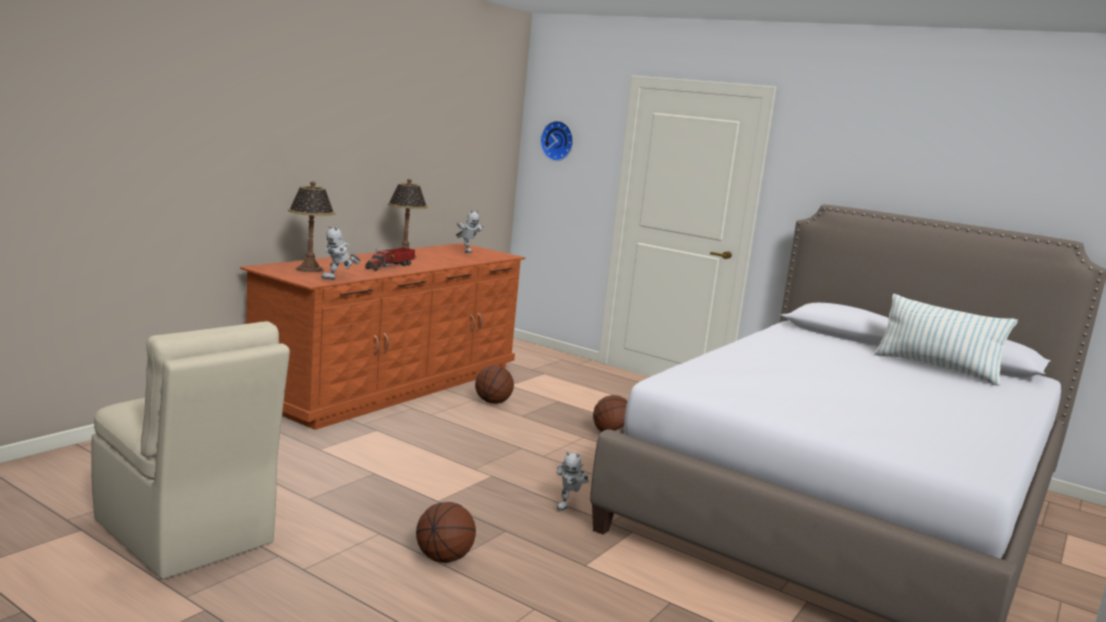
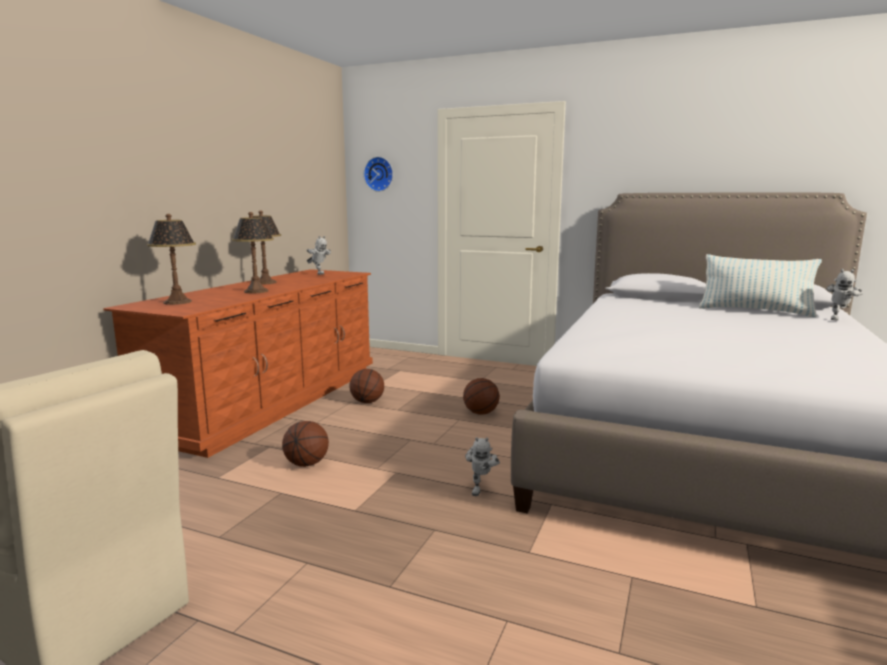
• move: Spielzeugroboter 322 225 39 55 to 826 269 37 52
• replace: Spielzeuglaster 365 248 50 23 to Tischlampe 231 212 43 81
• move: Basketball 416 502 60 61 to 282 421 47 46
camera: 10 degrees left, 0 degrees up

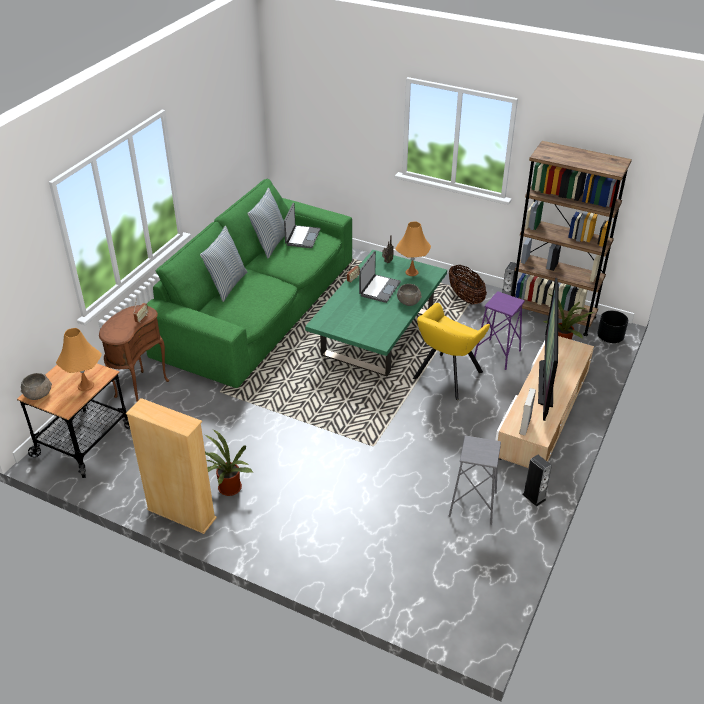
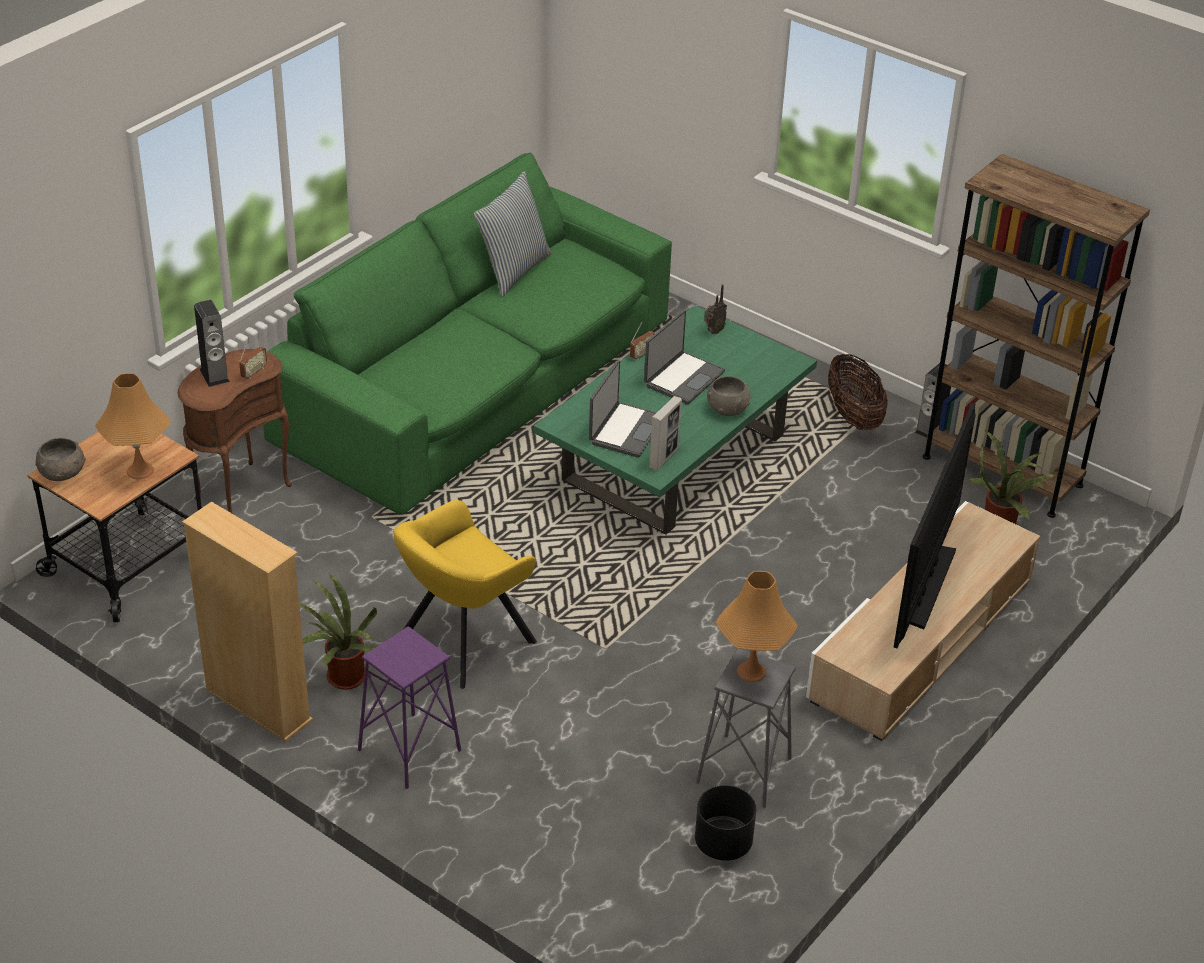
• delete: Kissen 200 226 47 76
• move: Laptop 284 203 37 45 to 589 360 68 98
• move: Tischlampe/orange 395 222 36 54 to 716 571 82 111
• move: Sessel/gelb 413 303 77 97 to 394 500 143 189
• move: Hocker/lila 474 291 51 79 to 358 626 103 163
• move: Bilderrahmen 519 388 17 48 to 649 396 33 75
• move: Lautsprecher 522 455 30 52 to 194 300 36 87
• move: Pflanzkübel/schwarz 597 311 31 32 to 695 785 61 76
camera: 10 degrees right, 0 degrees up

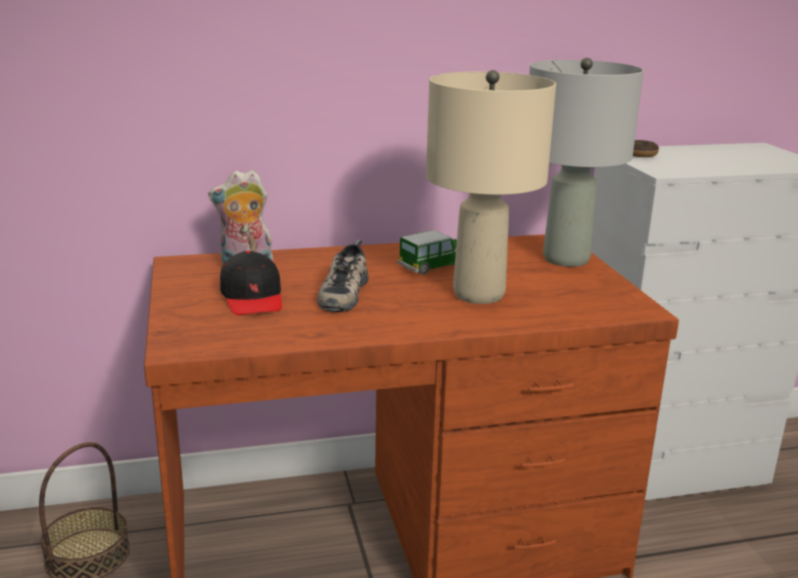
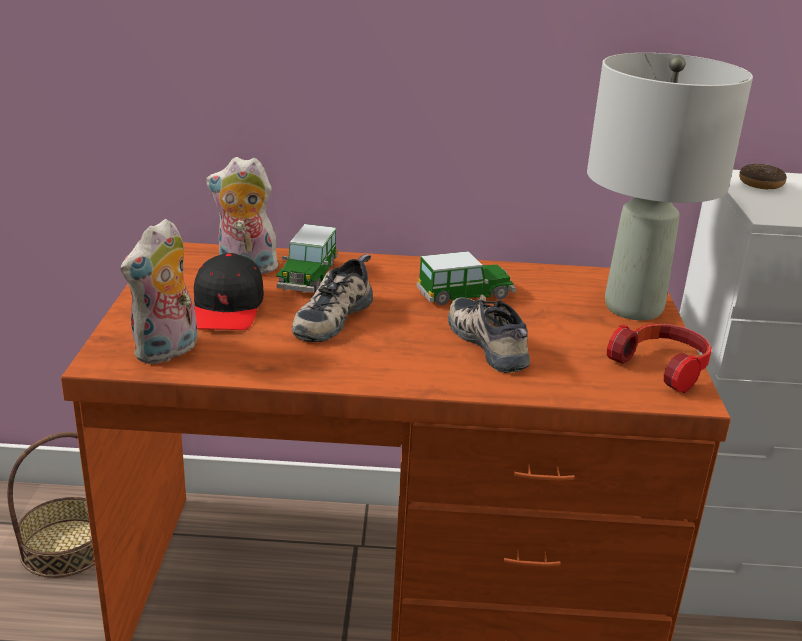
• replace: Tischlampe/beige 426 70 130 234 to Schuh 448 294 82 79
• insert: Plüschtier 121 219 77 145
• insert: Spielzeugauto 276 224 62 69
• insert: Kopfhörer 607 324 105 69
camera: 15 degrees right, 5 degrees up

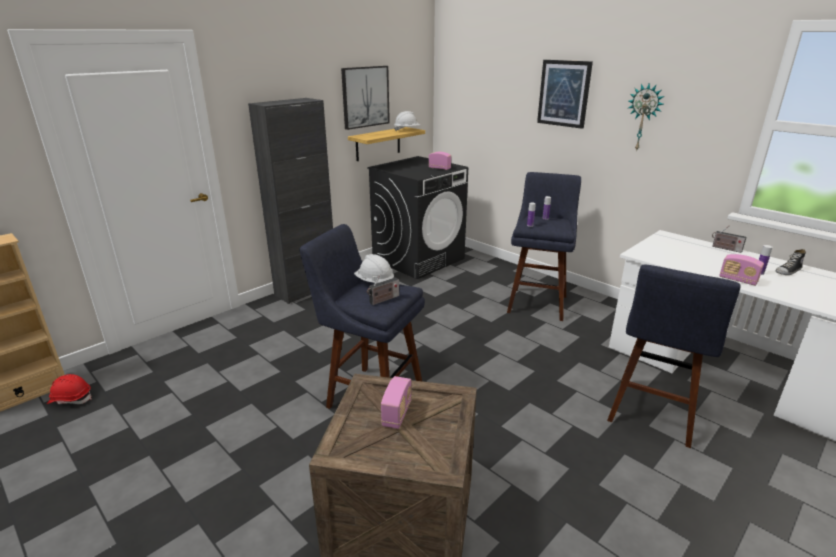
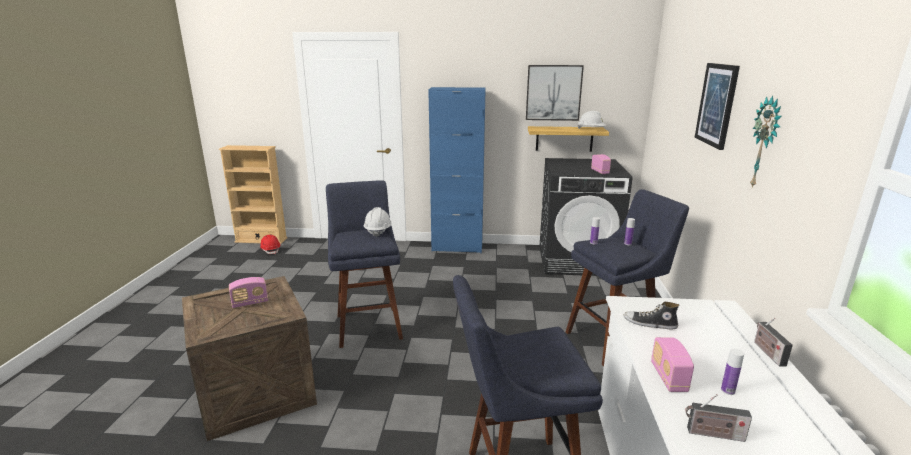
• recolor: Schrank/schwarz 248 98 85 206 to Schrank/blau 428 87 58 166
• move: Radio 367 274 32 31 to 685 394 67 48
• move: Schuh 776 249 30 26 to 623 302 56 27
camera: 50 degrees right, 5 degrees down

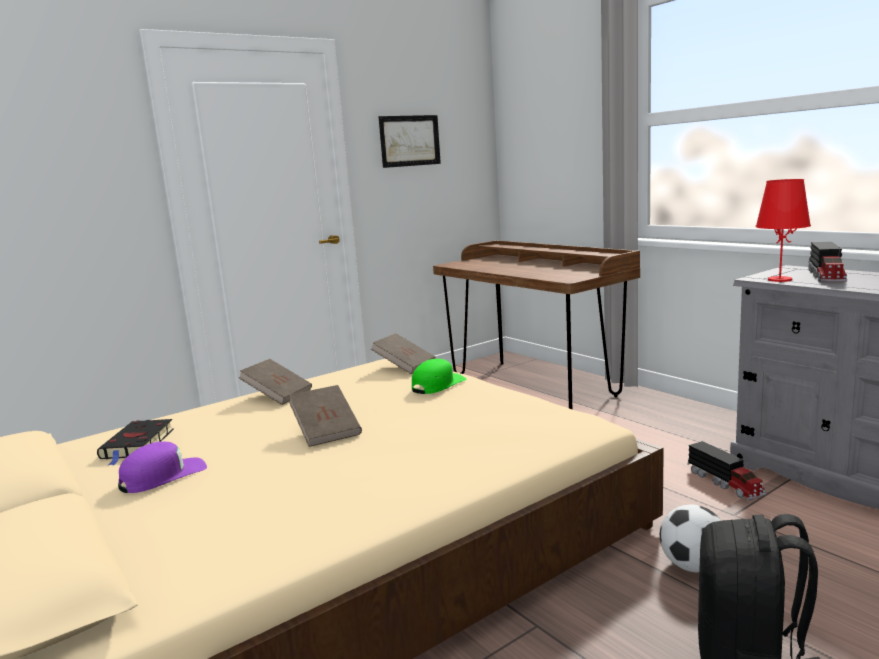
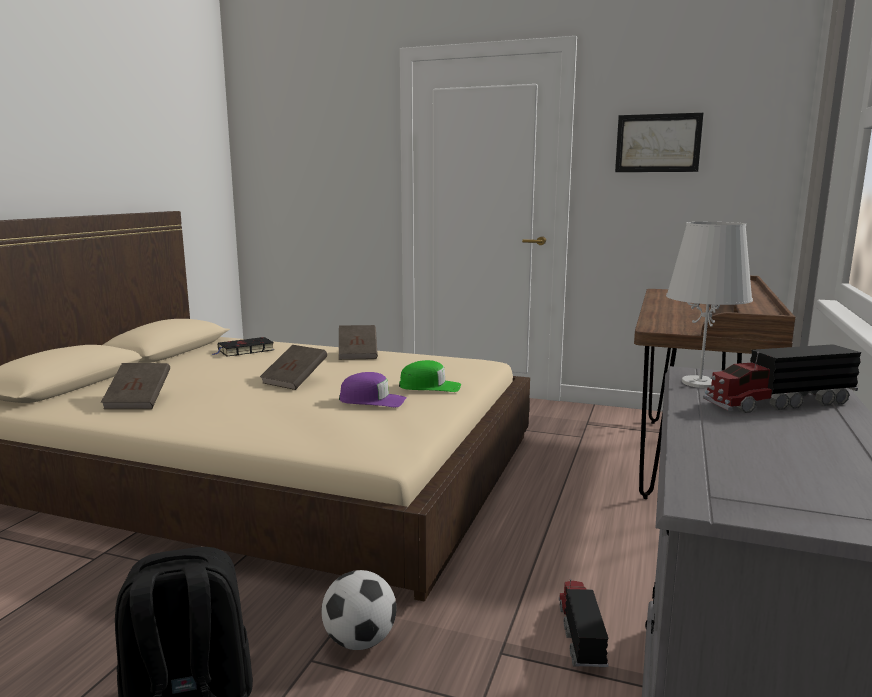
• move: Kappe/lila 118 441 89 52 to 339 372 68 35
• move: Buch/braun 371 333 64 41 to 101 363 69 46
• rotate: Spielzeuglaster 687 441 79 60 = 559 579 50 88 150 degrees clockwise
• recolor: Tischlampe/rot 755 179 56 103 to Tischlampe/weiß 666 222 87 166
camera: 55 degrees right, 0 degrees up

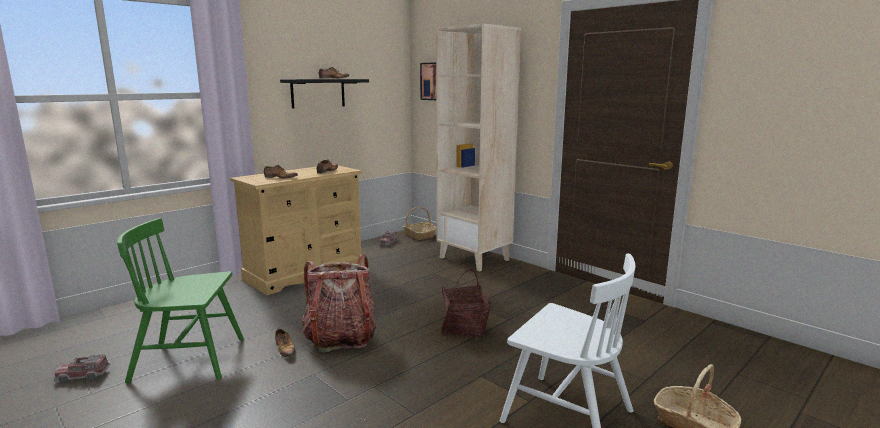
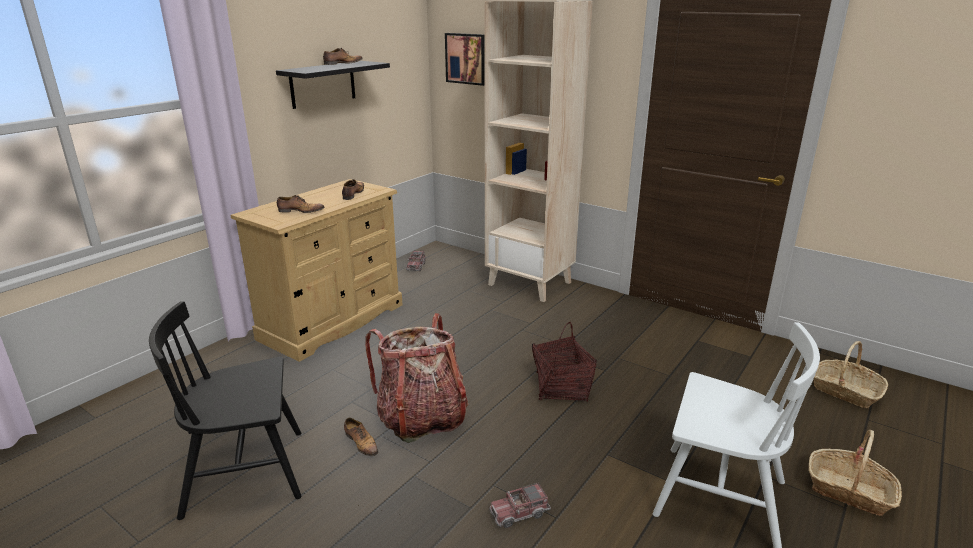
• move: Spielzeuglaster 54 354 57 29 to 489 483 62 45
• recolor: Stuhl/grün 117 218 127 165 to Stuhl/schwarz 149 301 153 219
• move: Korb 403 207 33 33 to 813 341 75 67
camera: 10 degrees left, 10 degrees up

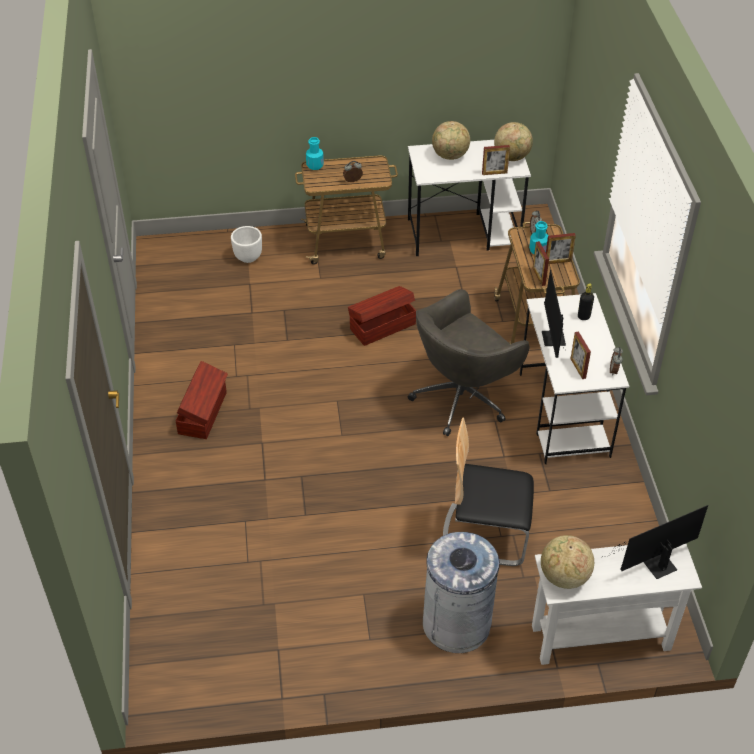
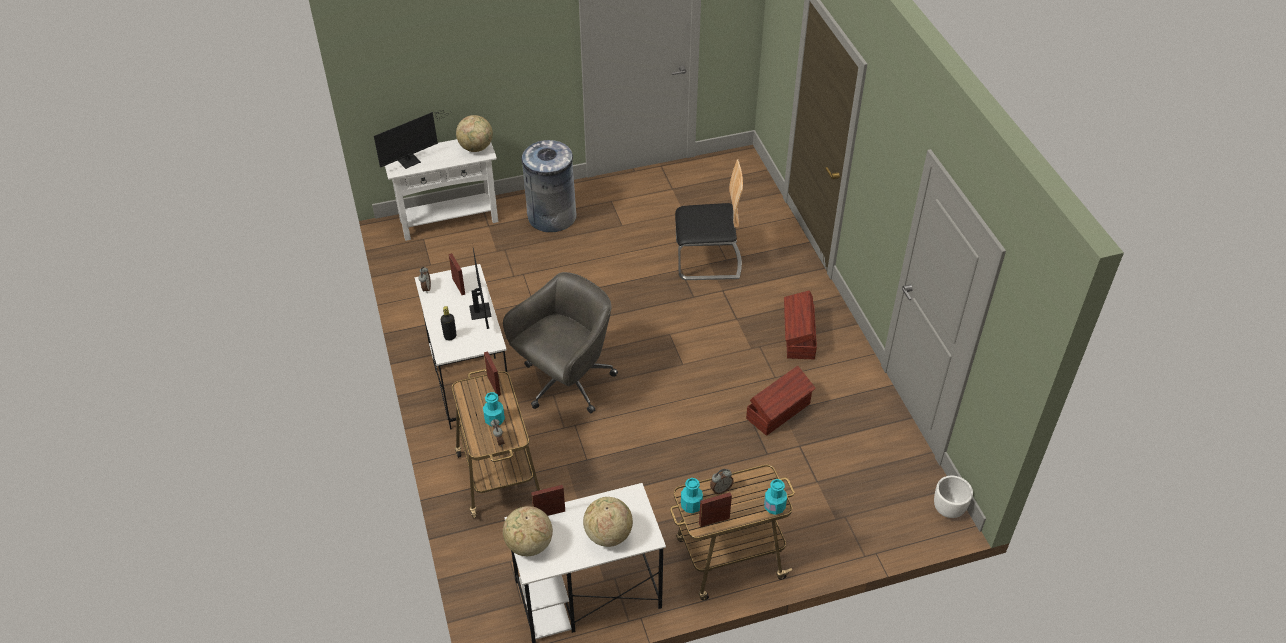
• move: Pflanzkübel/weiß 231 226 31 37 to 934 476 39 42
• move: Aufbewahrungsbox/braun 348 286 68 60 to 746 366 70 70
• move: Stuhl 443 417 91 149 to 675 159 68 121
• move: Bilderrahmen 546 233 30 31 to 699 492 33 35
• insert: Flasche/türkis 681 478 22 35
camera: 170 degrees right, 0 degrees up

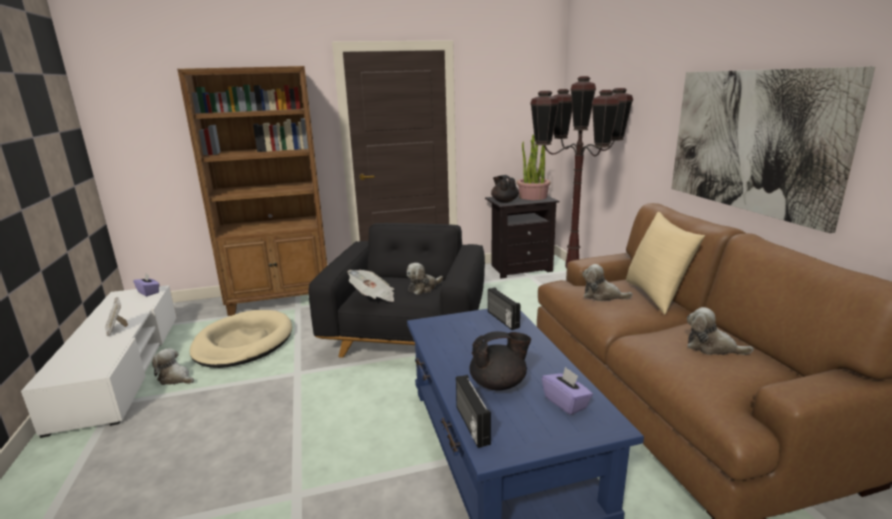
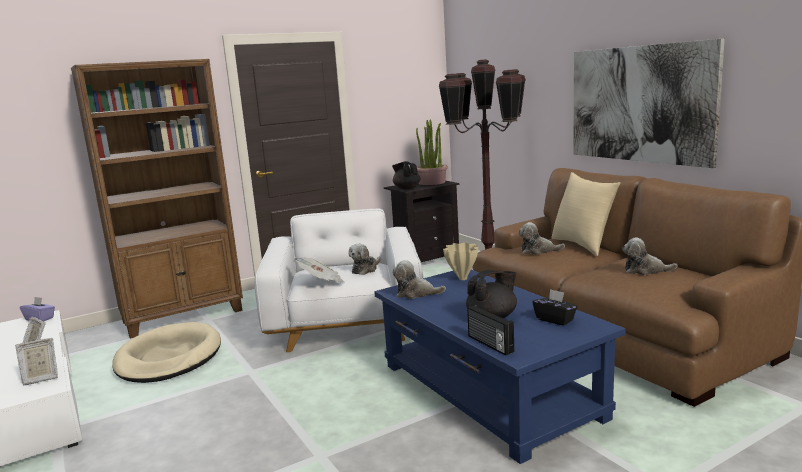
• move: Plüschtier 152 348 42 37 to 393 260 53 39
• recolor: Sessel/schwarz 308 223 177 134 to Sessel/weiß 254 209 169 143
• replace: Radio 488 287 32 43 to Vase/beige 443 243 35 37
• recolor: Taschentuchbox/lila 542 367 51 48 to Taschentuchbox/schwarz 532 289 46 37
• insert: Bilderrahmen 15 338 43 47
camera: 15 degrees left, 5 degrees down

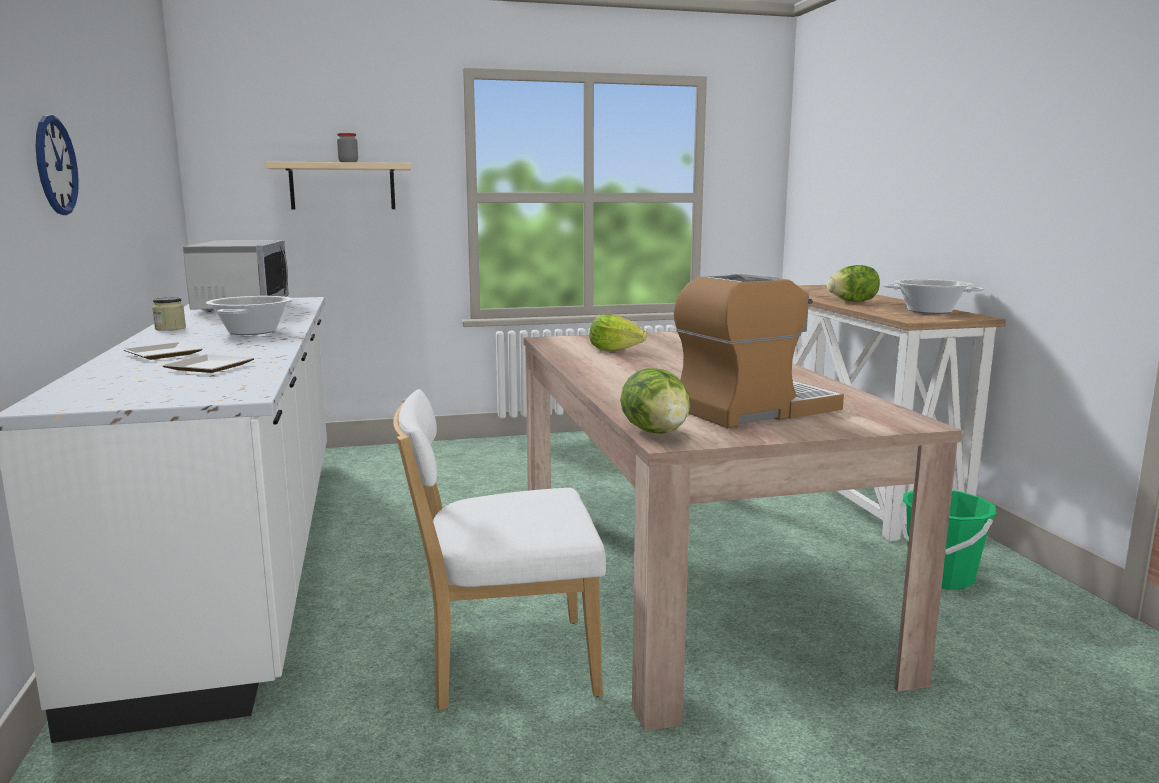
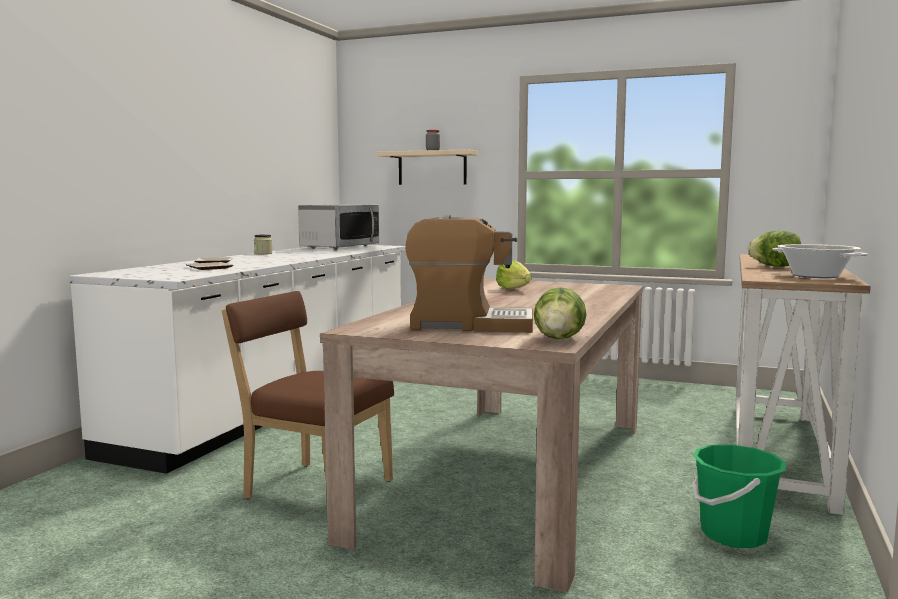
• delete: Wanduhr 36 115 43 100
• delete: Kochtopf 206 296 86 39
• recolor: Stuhl/weiß 393 389 213 322 to Stuhl/braun 222 291 172 208
• move: Salatkopf 620 368 70 66 to 534 287 53 52
camera: 35 degrees right, 5 degrees down

